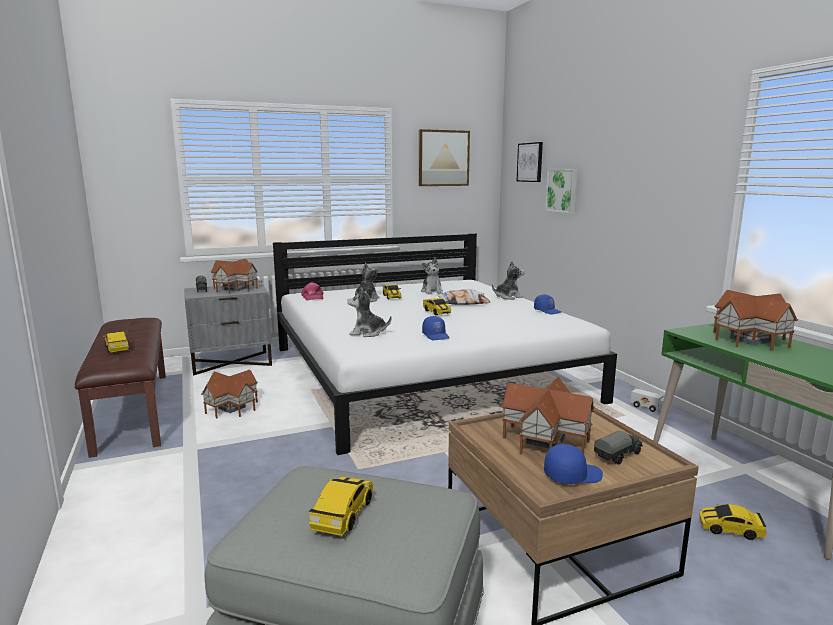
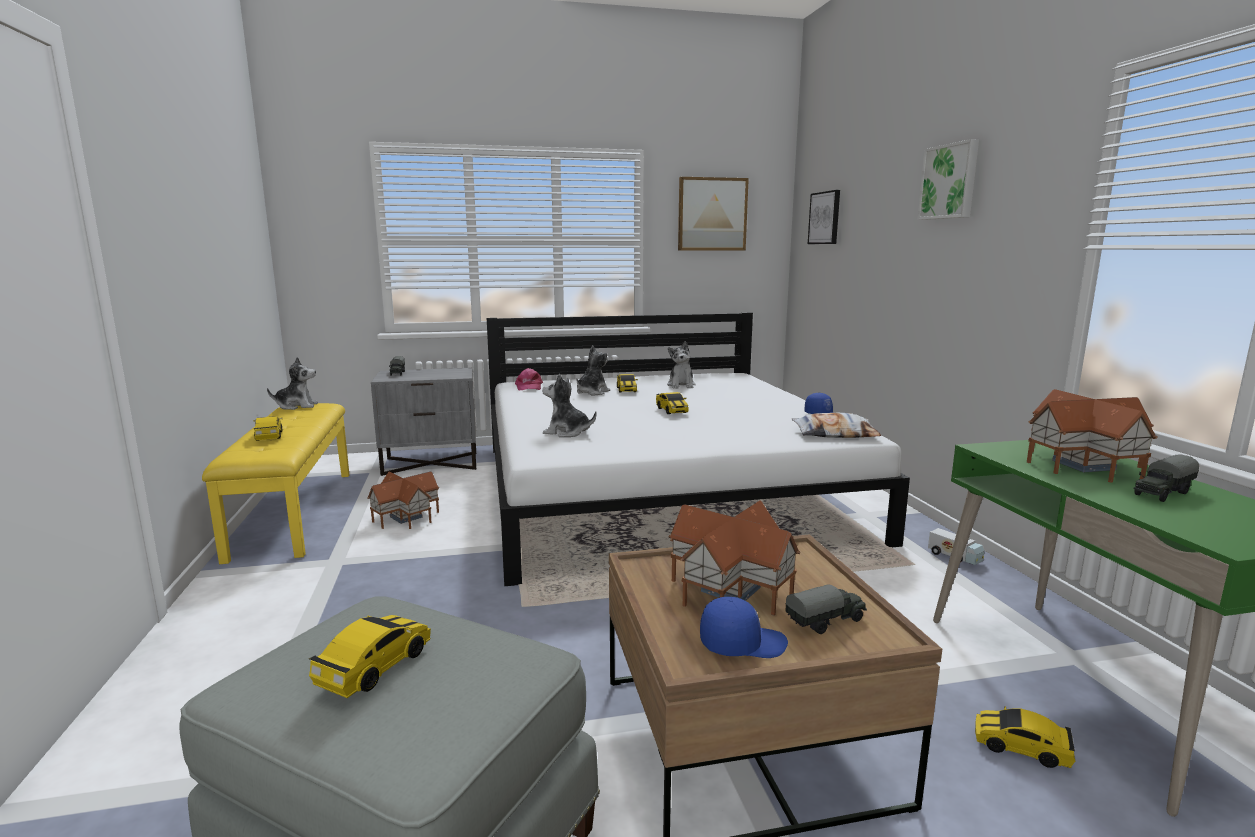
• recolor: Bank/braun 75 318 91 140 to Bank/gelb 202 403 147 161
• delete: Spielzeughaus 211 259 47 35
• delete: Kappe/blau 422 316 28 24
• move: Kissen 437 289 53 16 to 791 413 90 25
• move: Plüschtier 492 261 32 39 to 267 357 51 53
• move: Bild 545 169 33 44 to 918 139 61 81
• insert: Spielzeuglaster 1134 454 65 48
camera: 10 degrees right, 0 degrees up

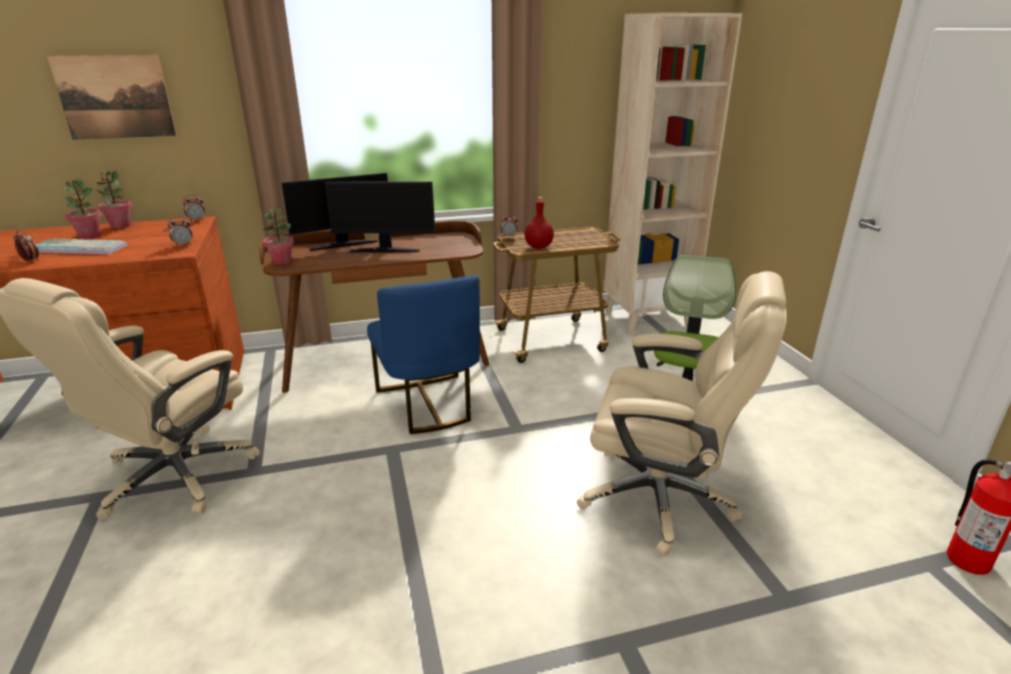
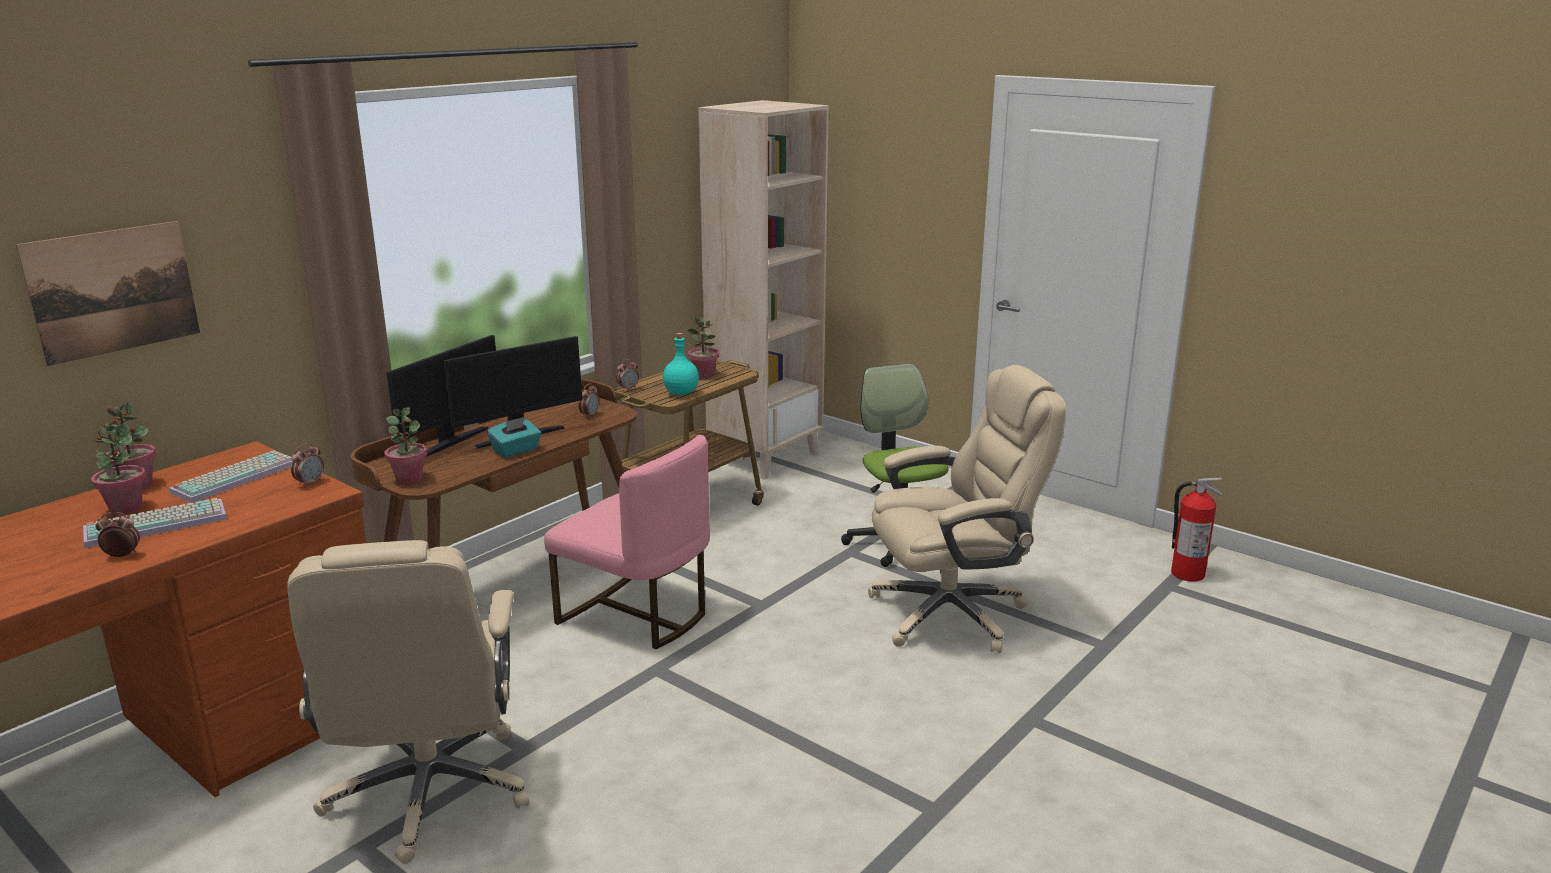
• move: Wecker 183 194 22 28 to 578 383 21 35
• recolor: Stuhl/blau 367 275 113 159 to Stuhl/rosa 544 435 166 214
• recolor: Flasche/rot 525 197 29 52 to Flasche/türkis 663 333 36 62
• insert: Tastatur 169 450 124 53
• insert: Taschentuchbox/türkis 487 417 54 41
• insert: Topfpflanze 687 317 32 62
camera: 35 degrees left, 5 degrees down

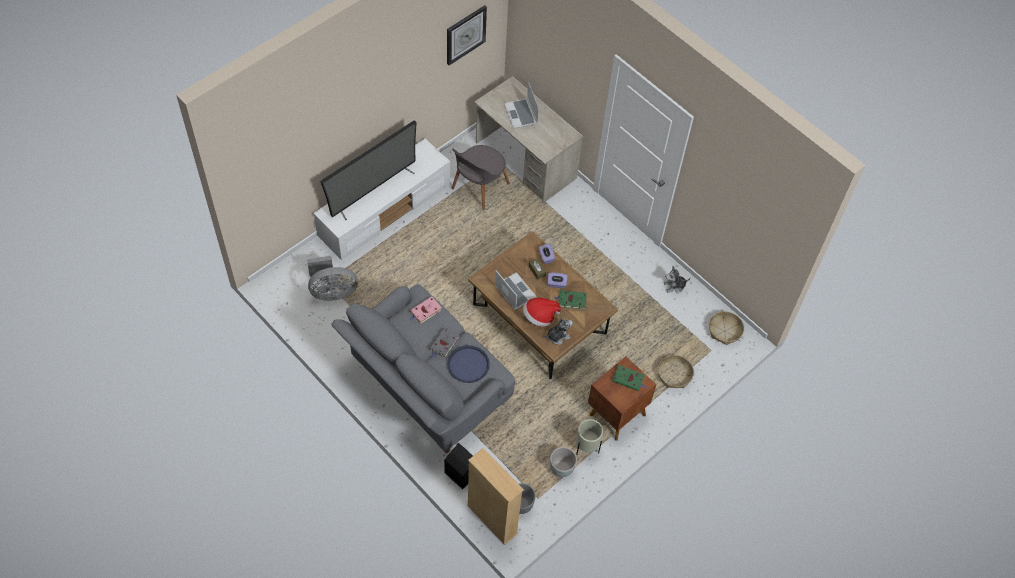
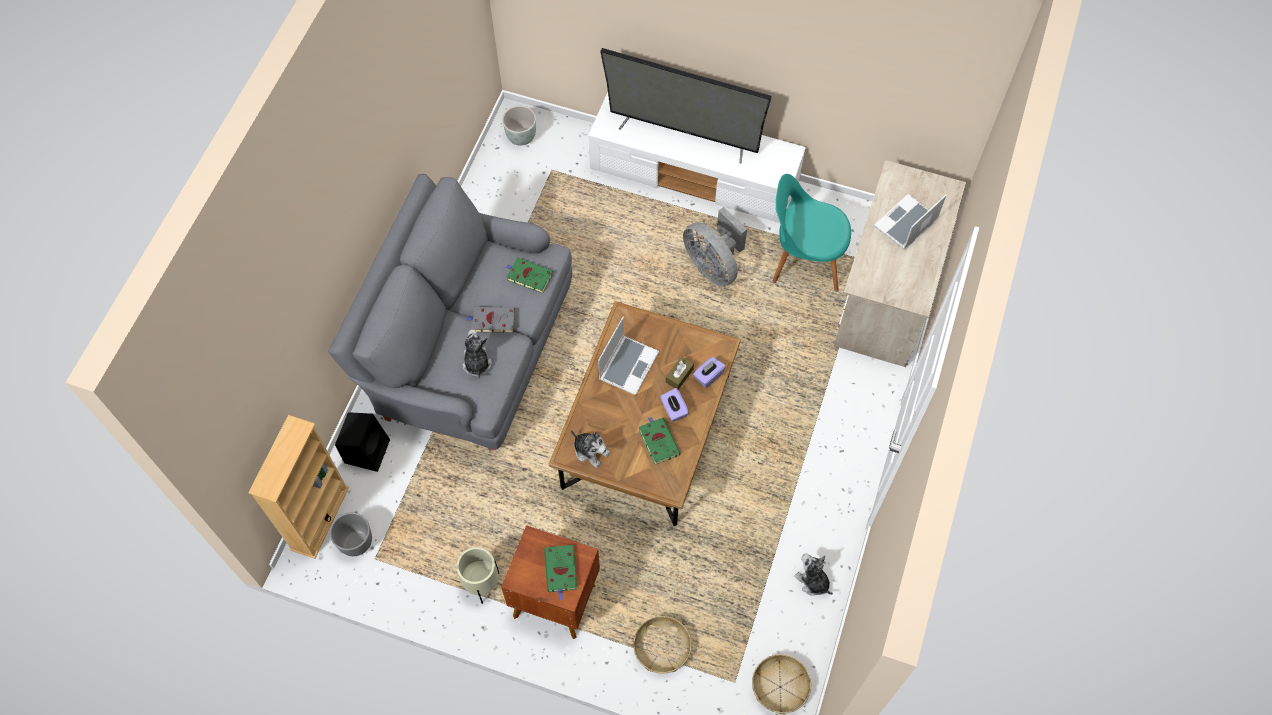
• move: Ventilator/grau 307 256 51 45 to 683 207 64 80
• recolor: Buch/rosa 410 296 32 28 to Buch/grün 506 257 47 37
• delete: Wanduhr 447 5 40 60
• replace: Tablett/blau 447 345 43 38 to Plüschtier 462 329 30 49
• recolor: Stuhl/grau 451 145 59 65 to Stuhl/türkis 773 174 78 117
• delete: Hut 523 298 38 29
• move: Pflanzkübel/grau 550 447 27 30 to 502 106 34 40
camera: 65 degrees right, 5 degrees up

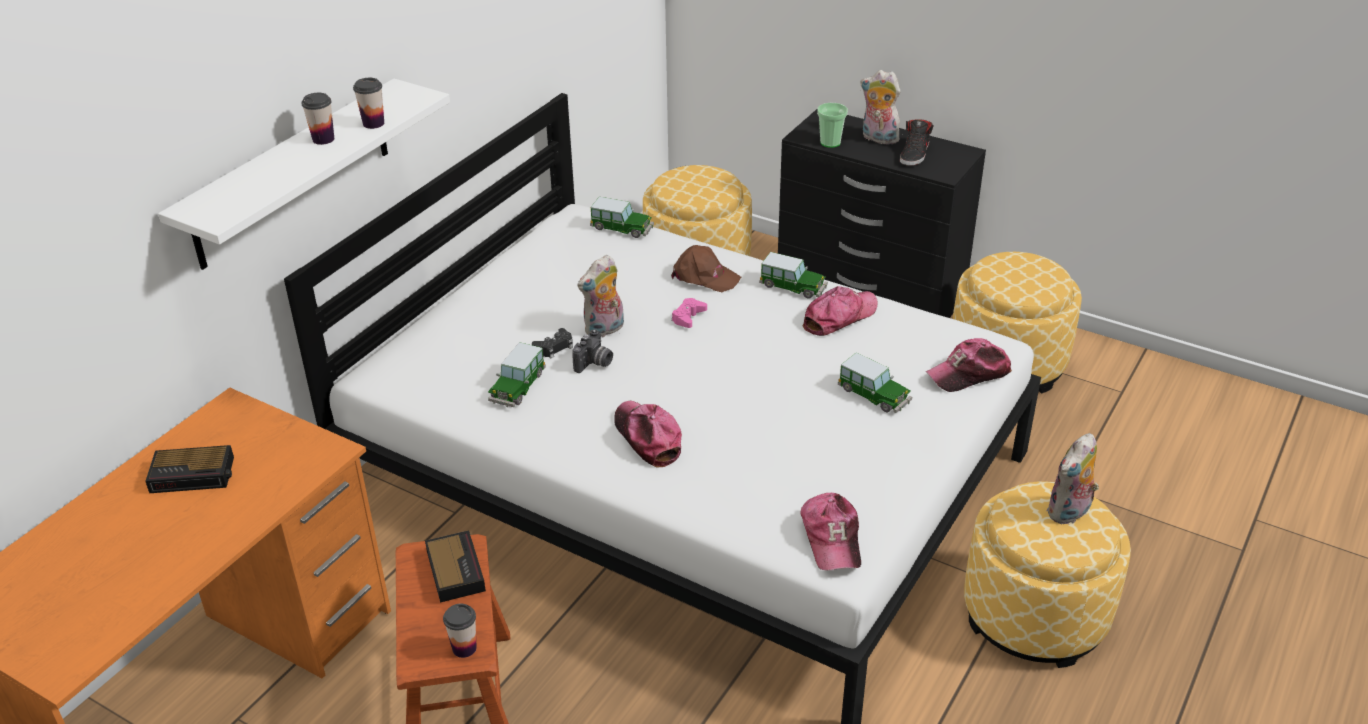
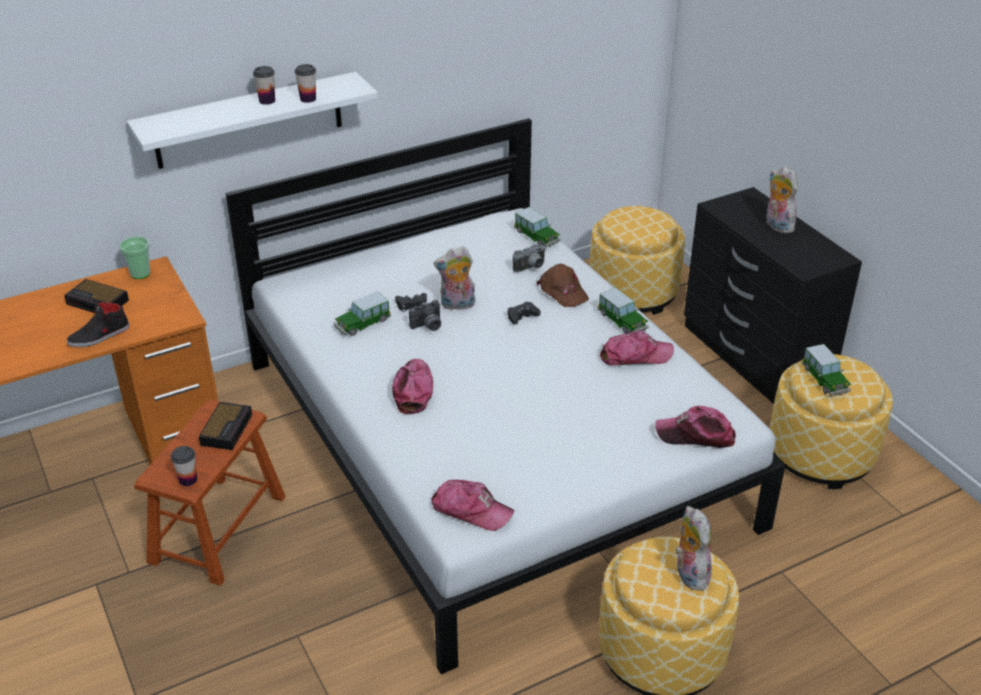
• recolor: Gamepad/rosa 672 298 35 30 to Gamepad/schwarz 508 302 32 22
• rotate: Kappe 800 493 61 77 = 431 480 83 51 90 degrees counterclockwise
• move: Tasse 817 103 31 45 to 119 237 31 42
• move: Spielzeugauto 838 353 74 60 to 801 344 50 52
• move: Schuh/schwarz 900 119 34 47 to 67 302 62 45
• rotate: Plüschtier 1046 433 53 92 = 675 506 37 85 90 degrees clockwise
• insert: Kamera 513 243 32 29
camera: 30 degrees right, 0 degrees up

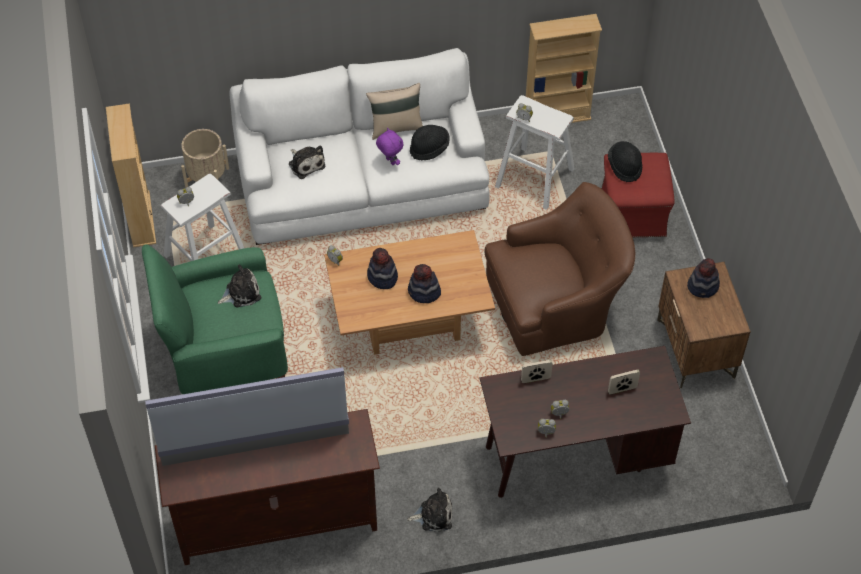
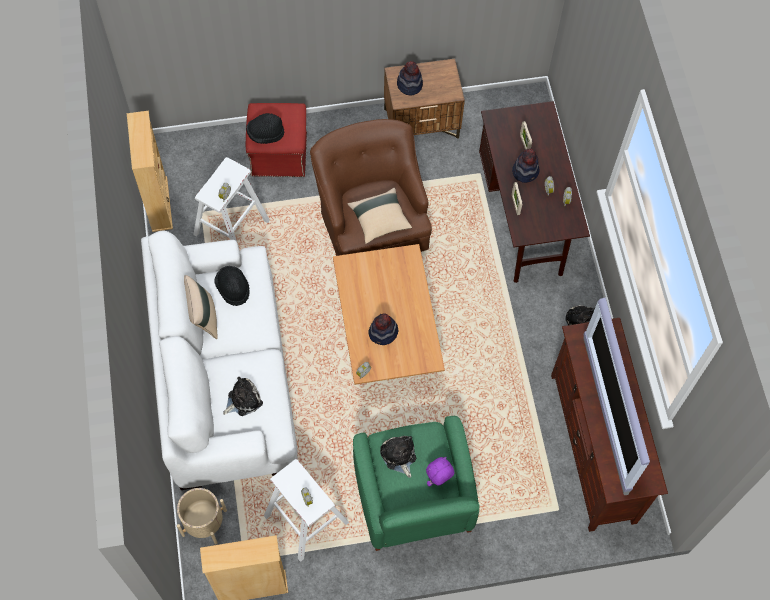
• move: Plüschtier/lila 376 128 27 37 to 426 457 29 30
• move: Hut 408 264 33 39 to 512 149 28 34
• insert: Kissen/beige 347 188 65 56
camera: 90 degrees left, 10 degrees up

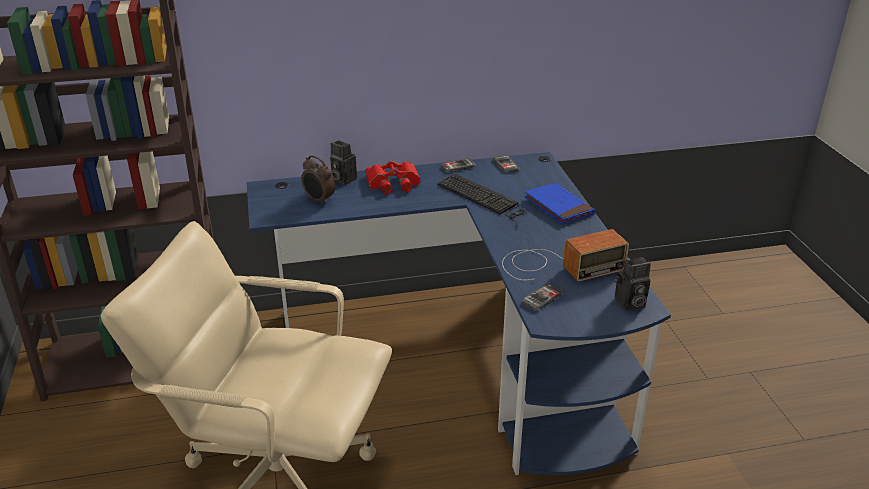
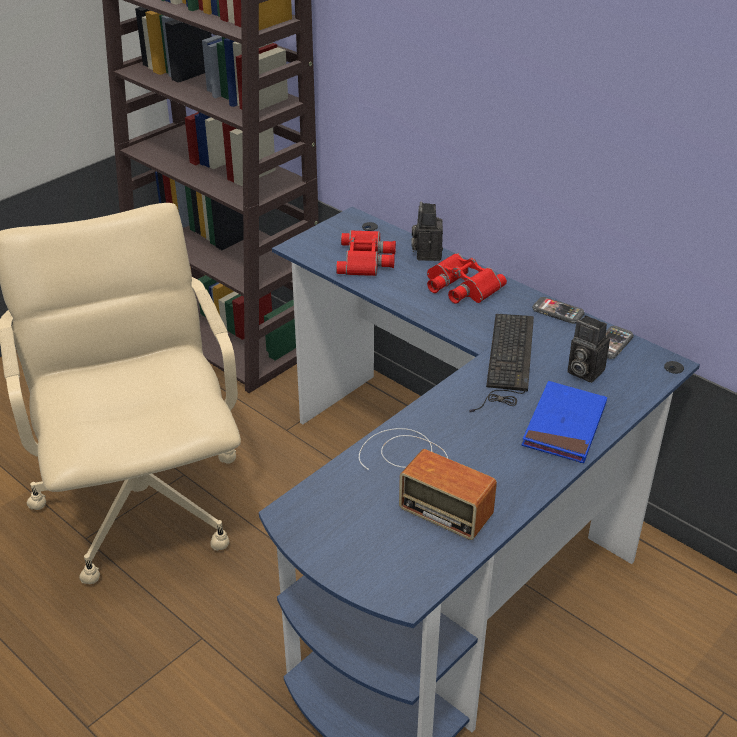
• replace: Wecker 301 155 34 50 to Fernglas/rot 336 230 60 46
• delete: Handy 521 284 42 27
• move: Kamera 615 257 36 53 to 568 315 42 68
camera: 55 degrees right, 5 degrees up

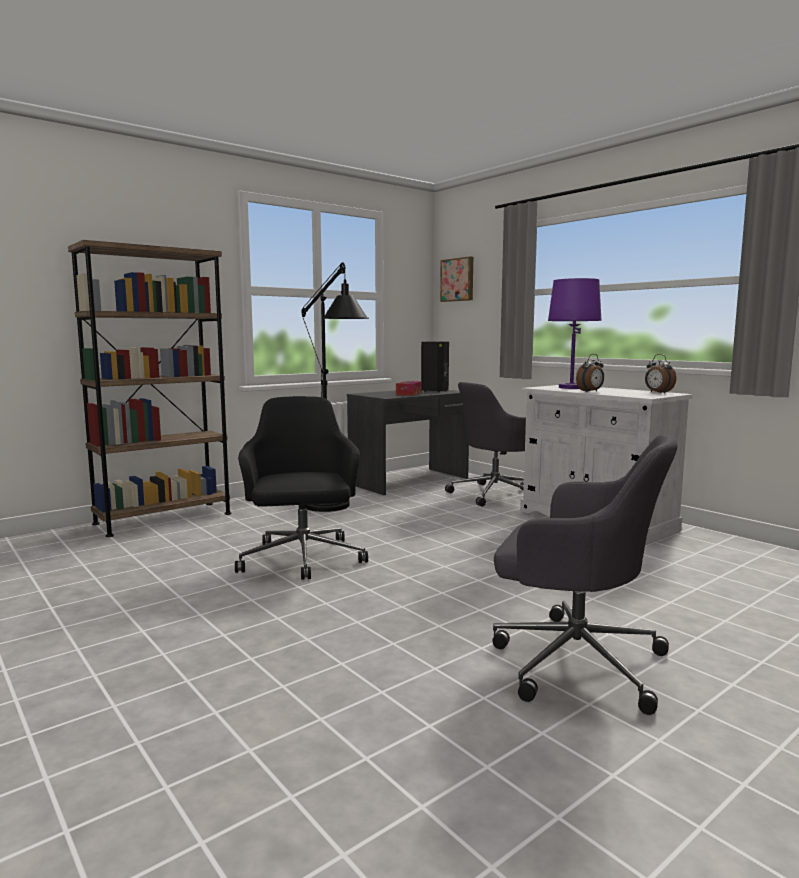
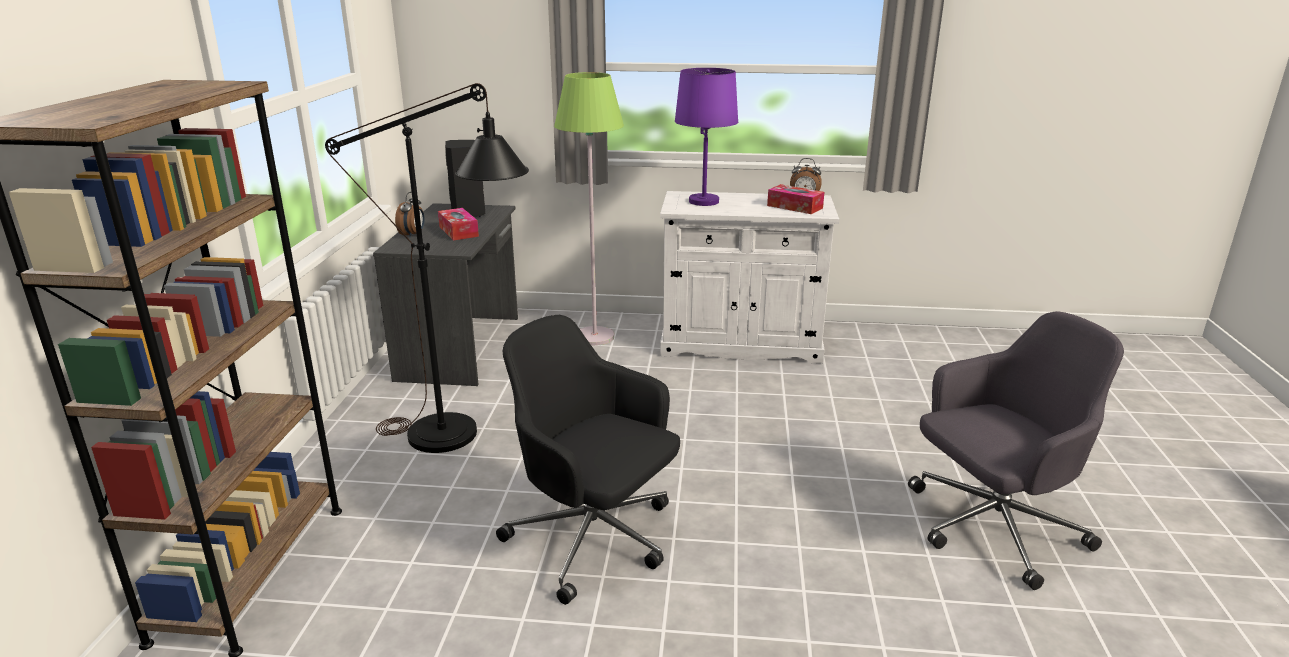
• delete: Bild 440 256 33 46
• replace: Bürostuhl/grau 445 382 81 125 to Stehlampe/grün 554 72 70 274
• move: Wecker 576 354 28 38 to 395 192 30 45
• insert: Taschentuchbox 767 184 57 30
camera: 45 degrees left, 15 degrees up

